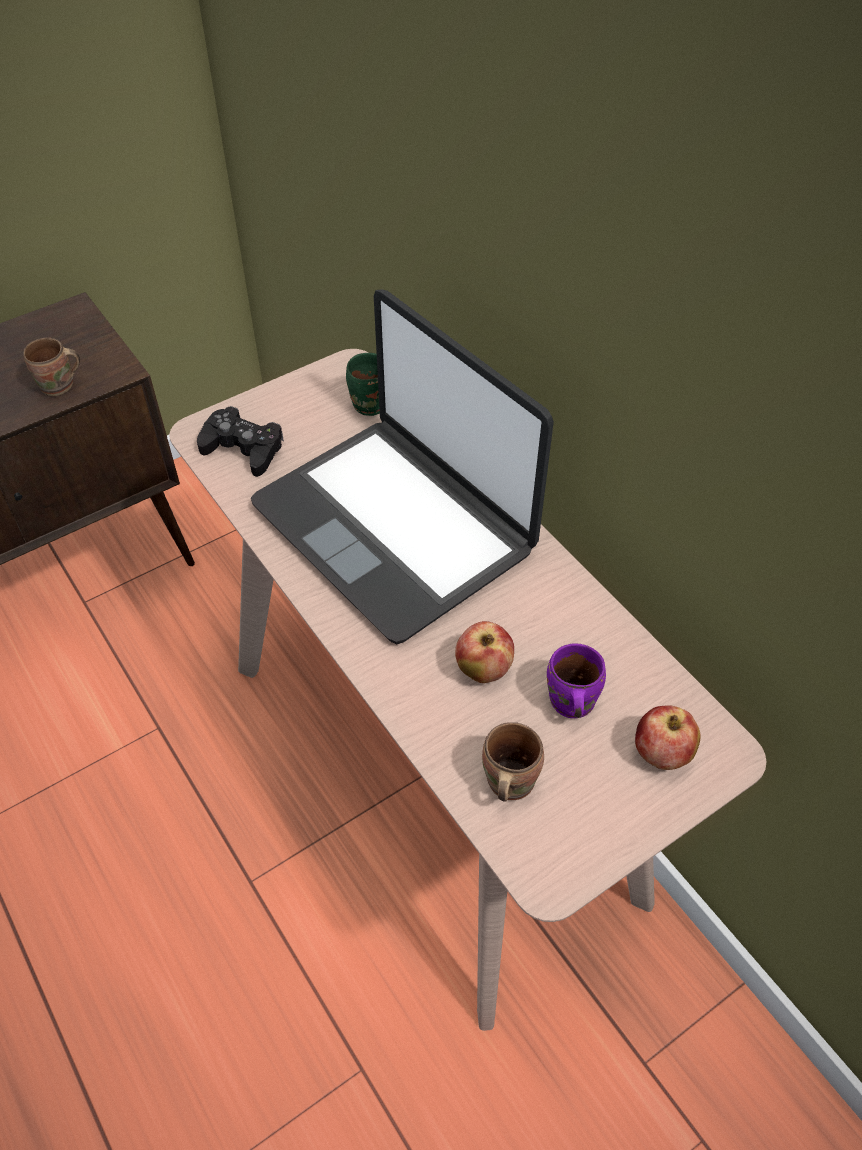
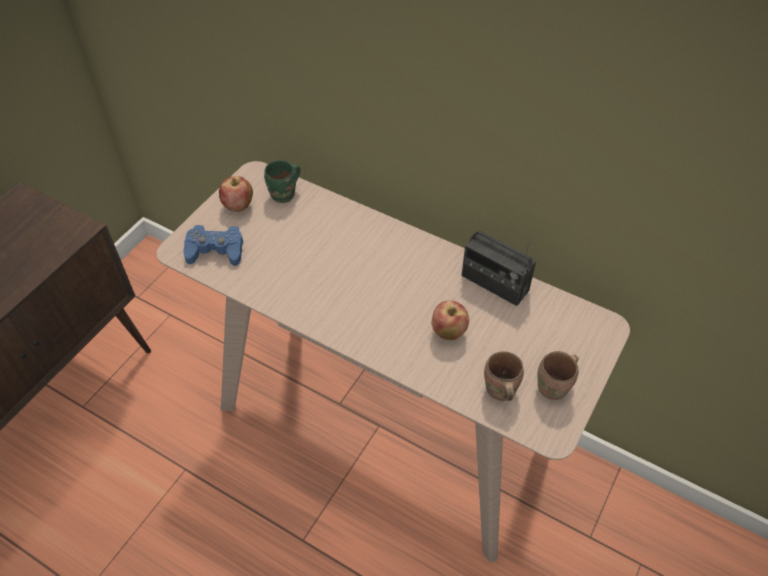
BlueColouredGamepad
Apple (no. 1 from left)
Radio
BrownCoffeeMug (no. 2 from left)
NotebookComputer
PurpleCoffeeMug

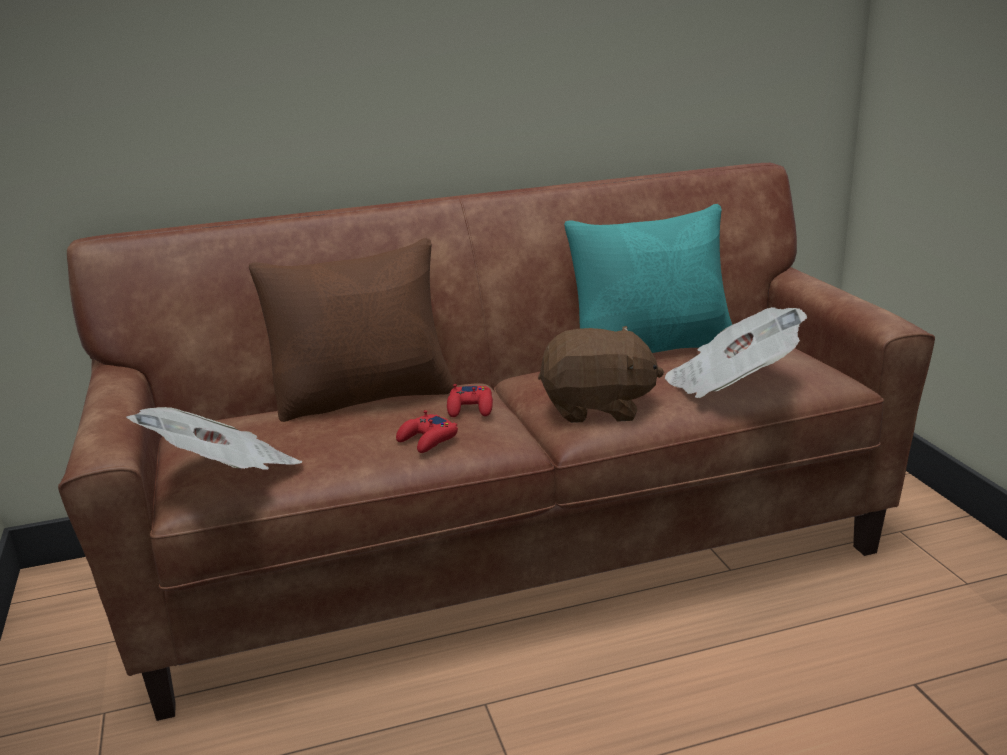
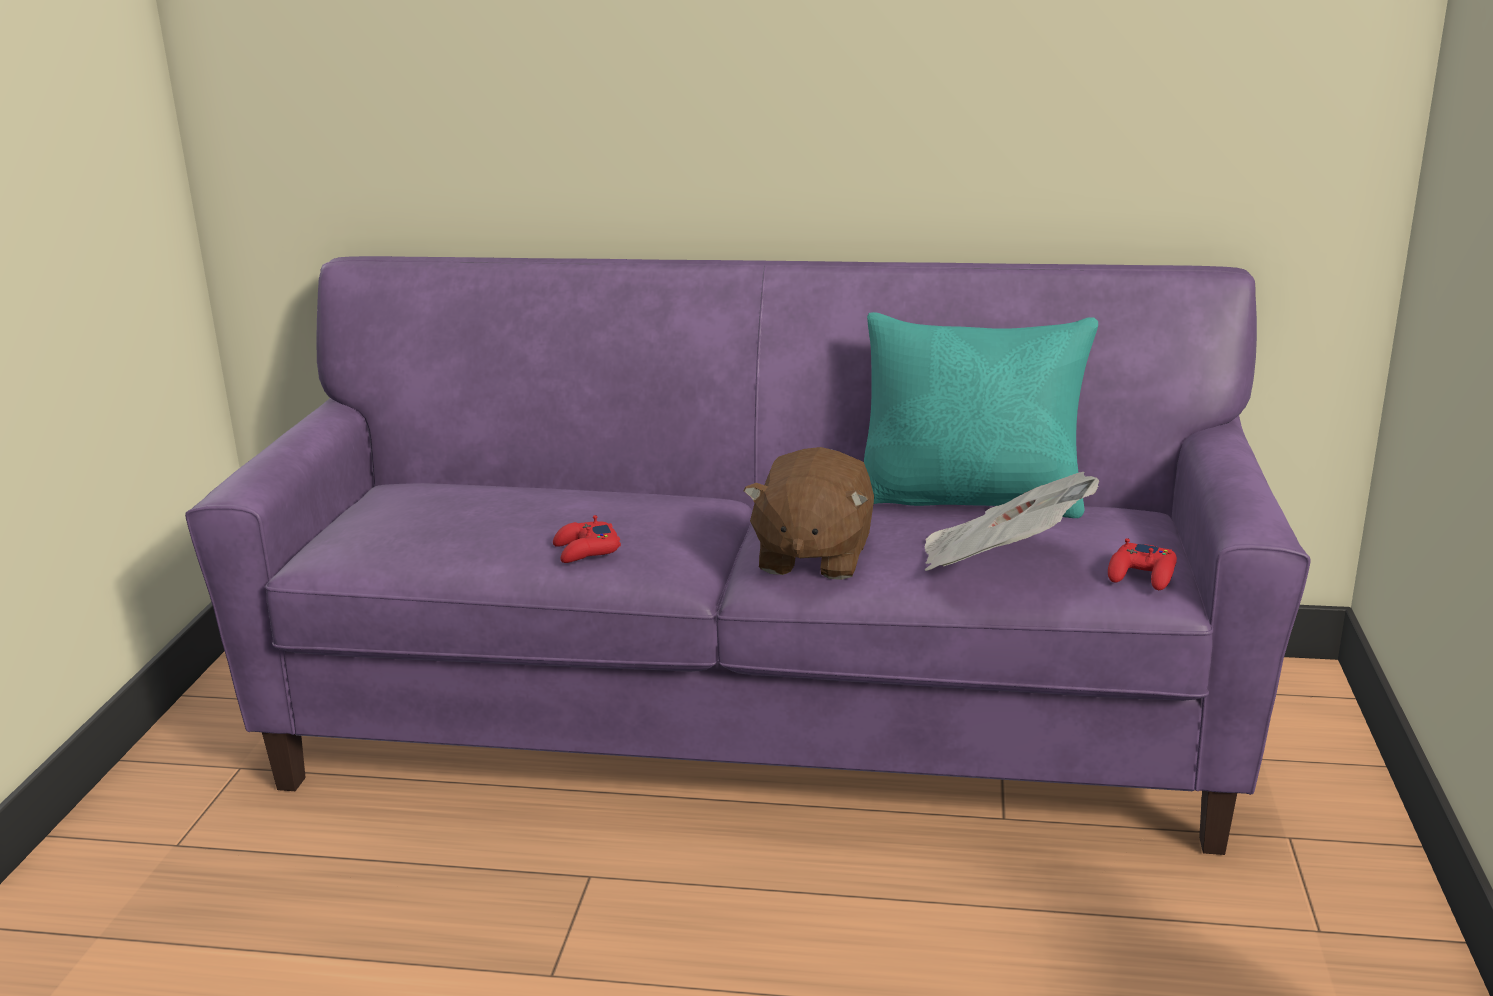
PurpleSofa
BrownCuddlyToy
RedGamepad (no. 2 from left)
DailyPaper (no. 1 from left in the first image)
BrownCushion

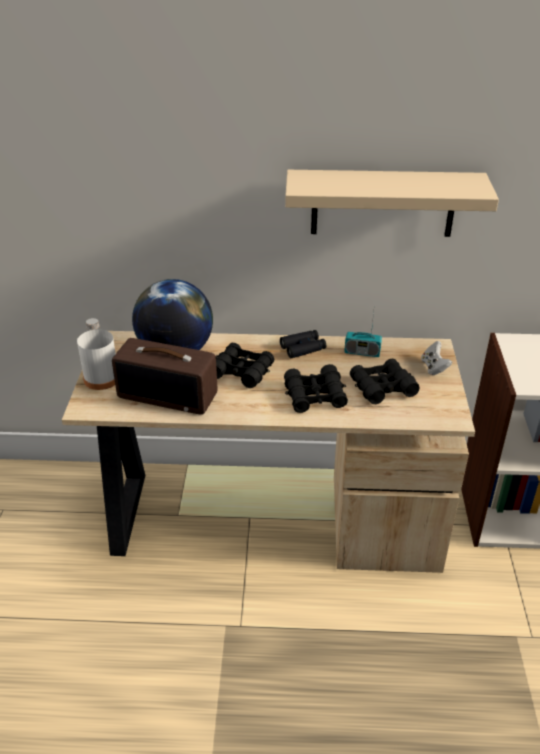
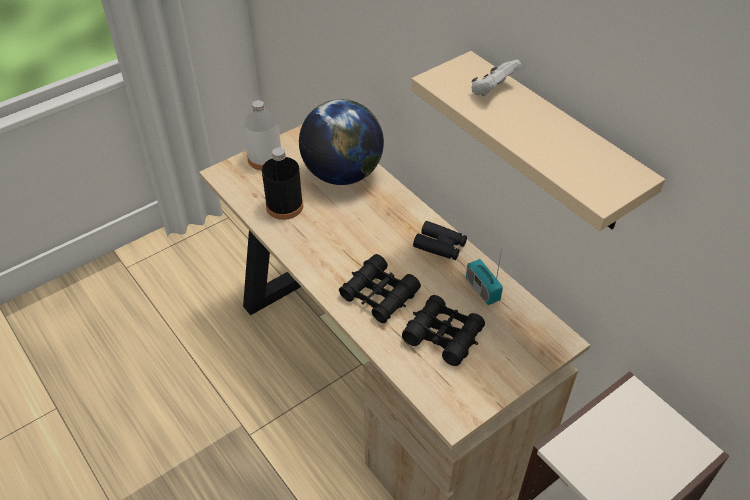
BlackishBottle
WhiteGamepad
BlackishPairOfBinoculars (no. 1 from left in the first image)

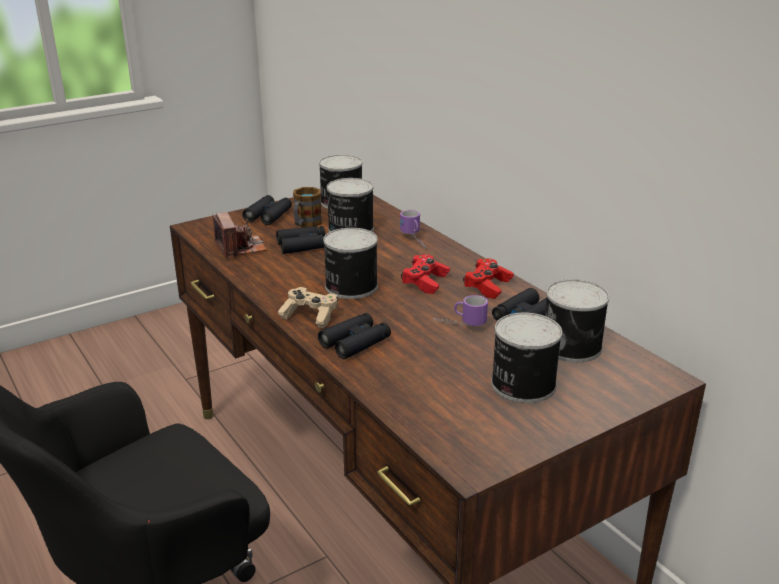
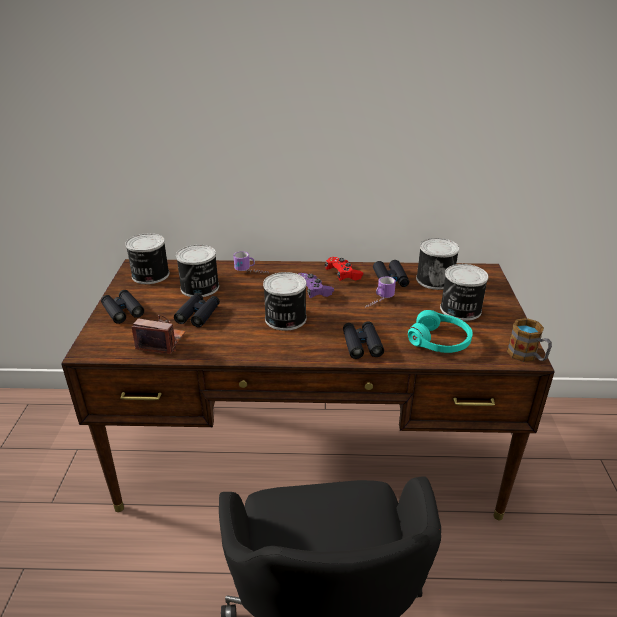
PurpleGamepad
TurquoiseHeadset
CoffeeMug (no. 3 from left)
BeigeColouredGamepad

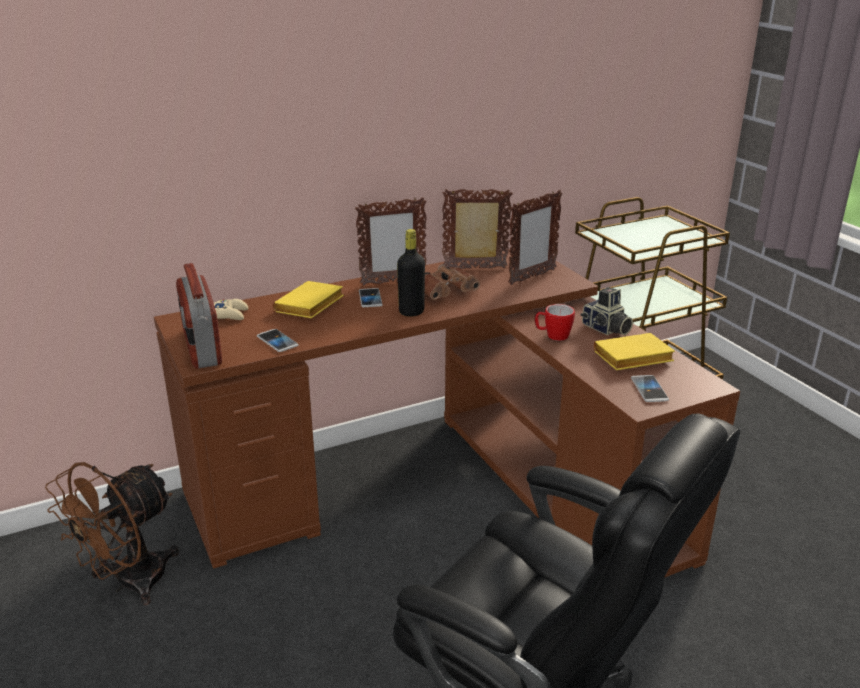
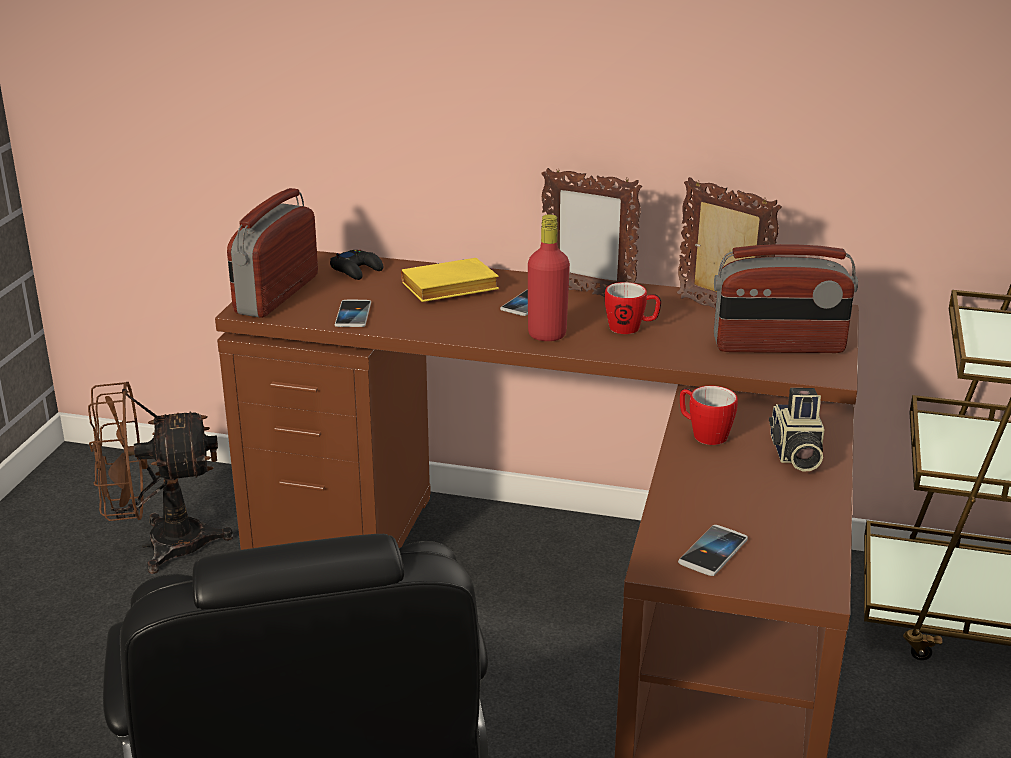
BlackishGamepad
RedBottle
CoffeeMug (no. 1 from left)
Radio (no. 2 from left)
YellowBook (no. 2 from left in the first image)

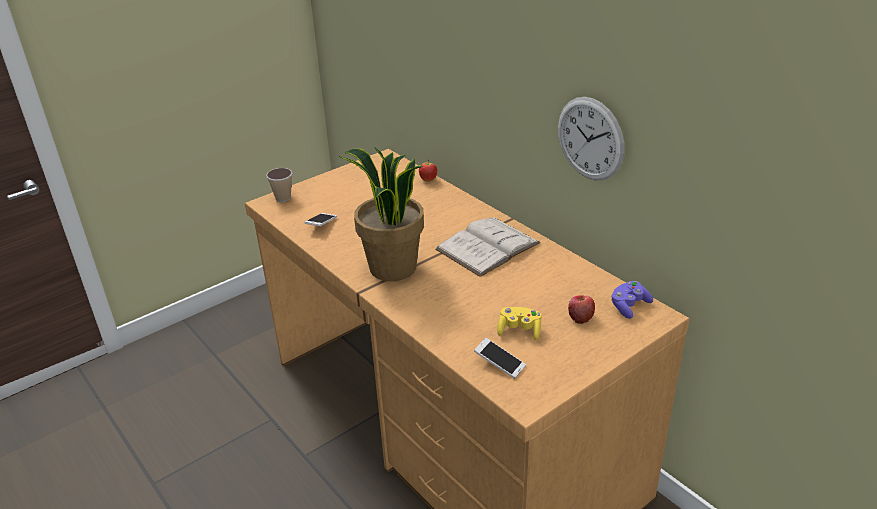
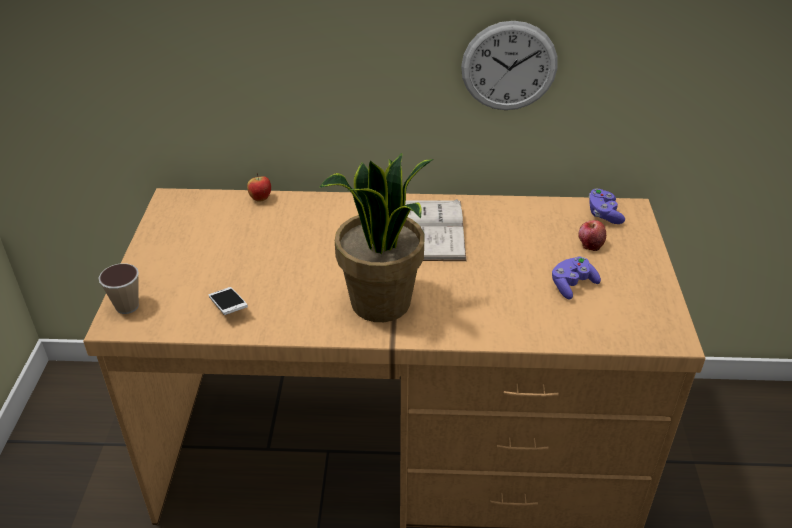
PurpleGamepad (no. 1 from left)
Handset (no. 2 from left in the first image)

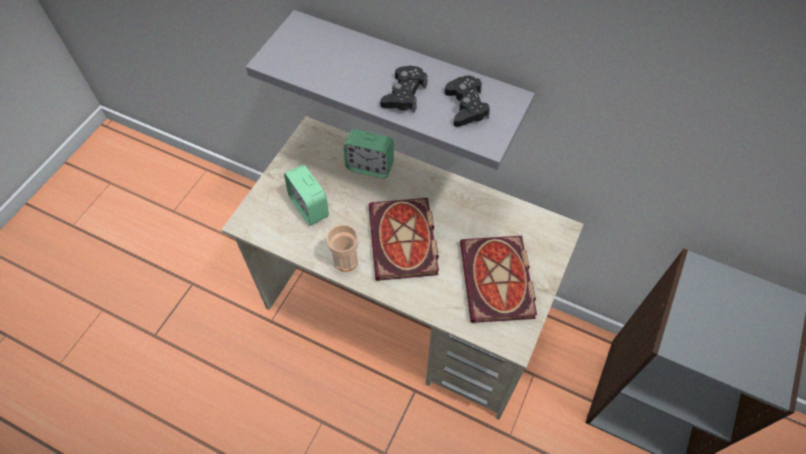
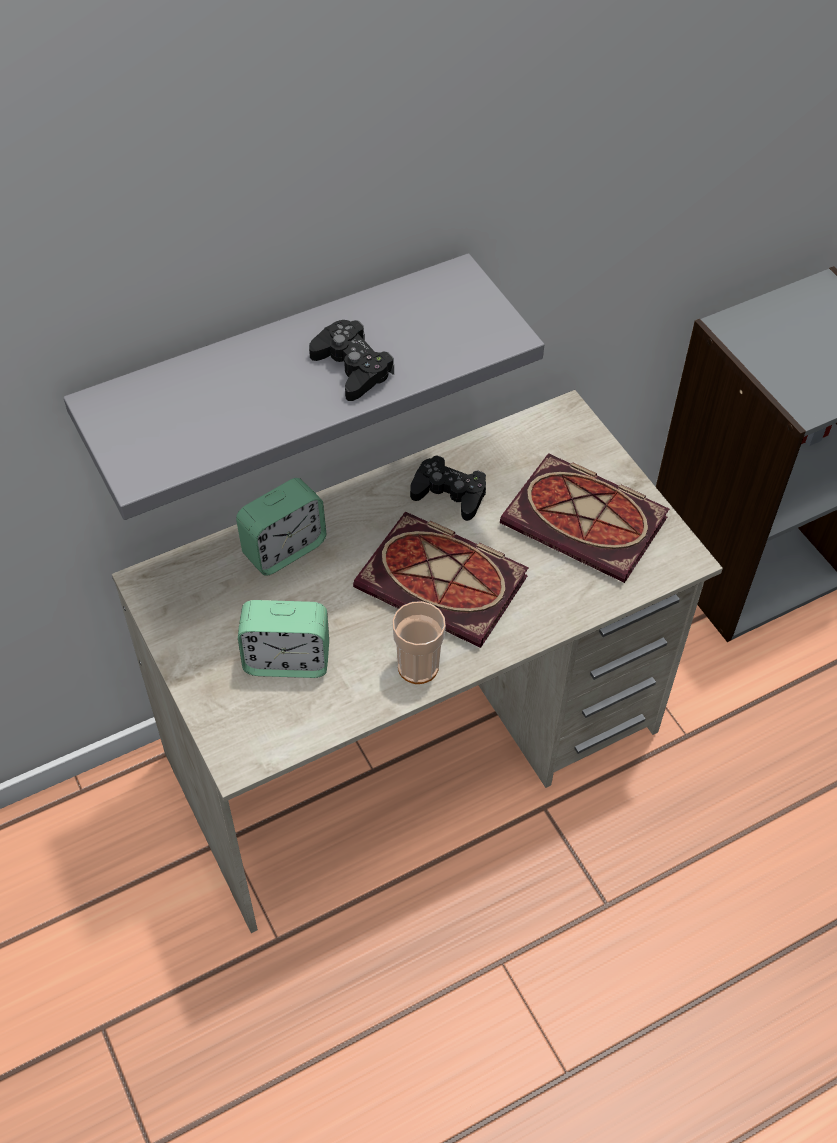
BlackishGamepad (no. 2 from left)

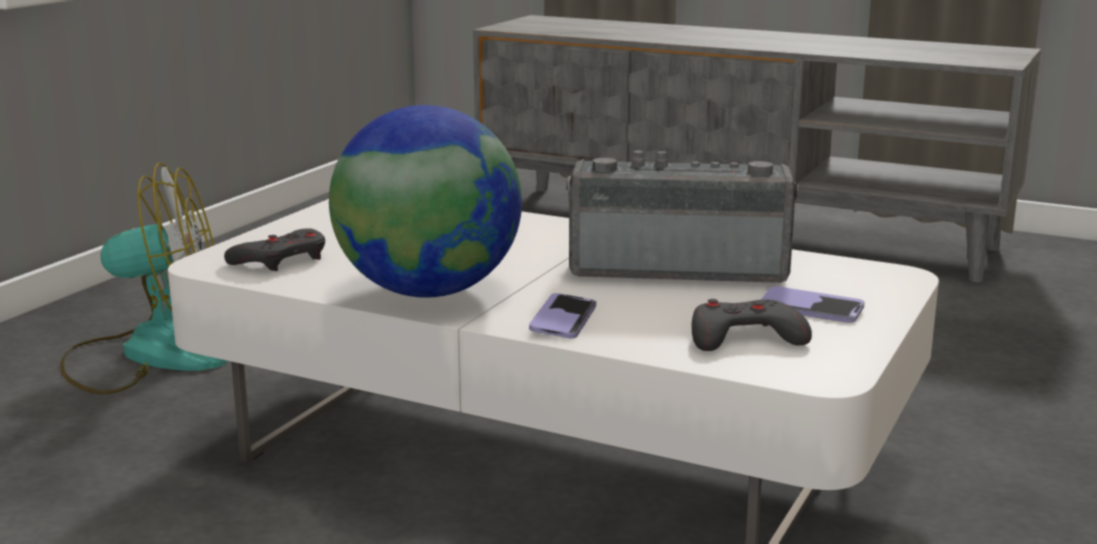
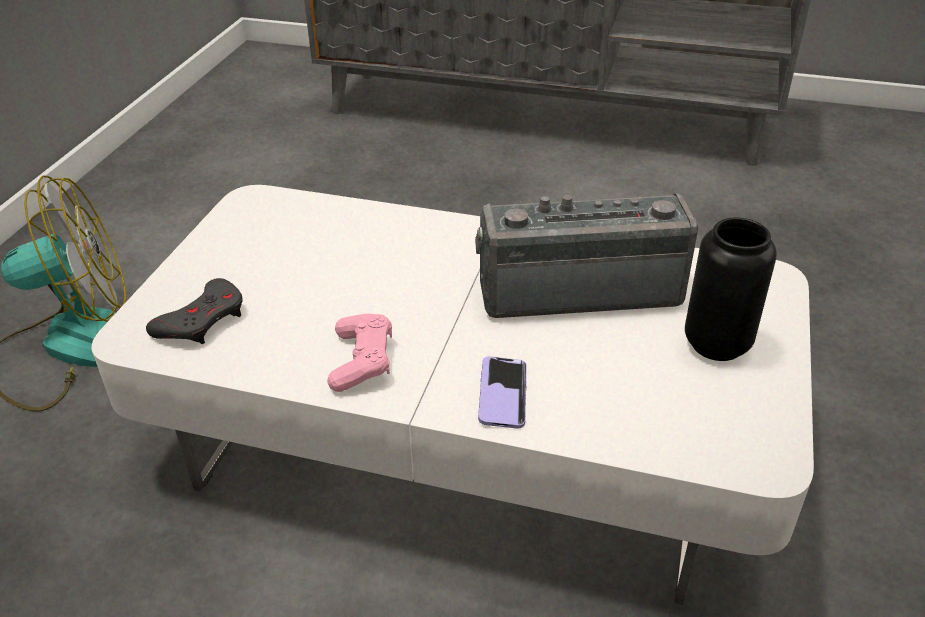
PinkColouredGamepad
BlackishFlowerVase
GreyishGamepad (no. 2 from left in the first image)

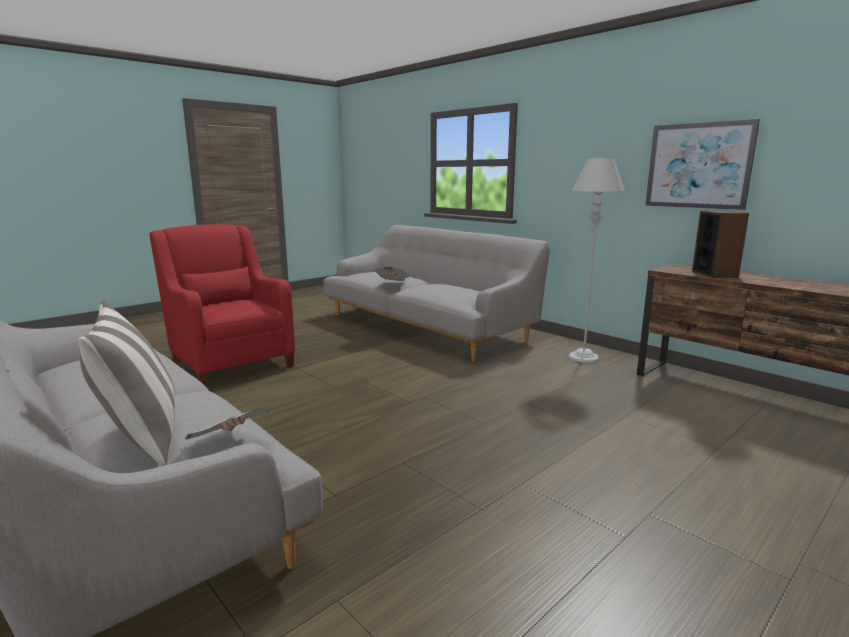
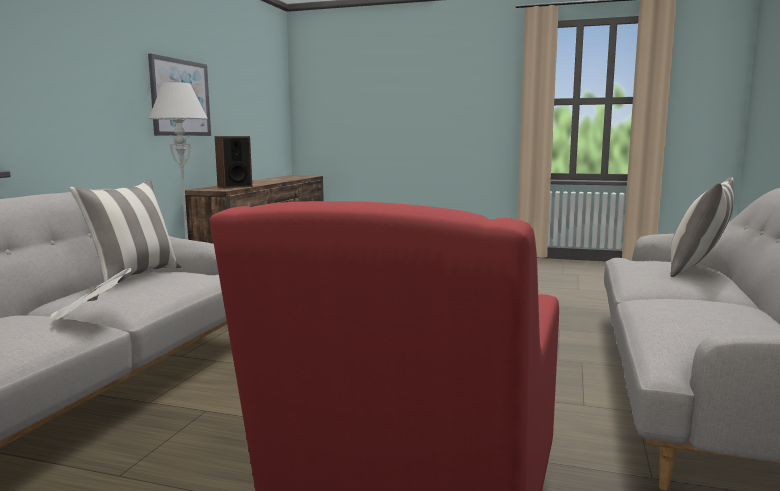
Cushion (no. 1 from left)
DailyPaper (no. 1 from left in the first image)

